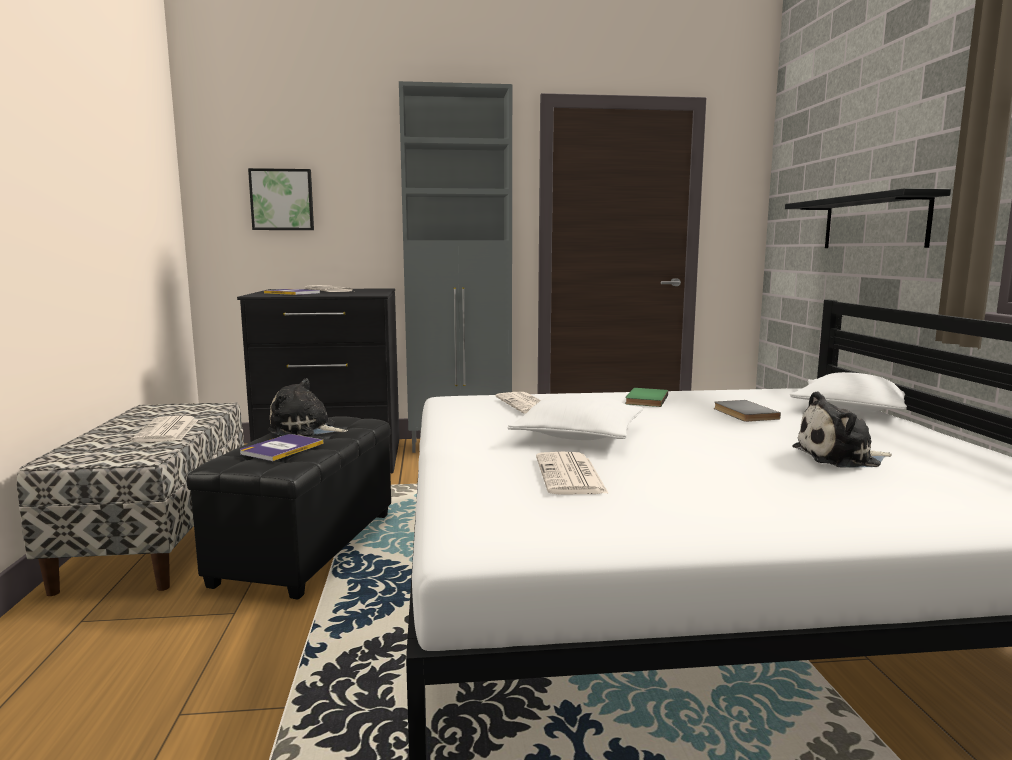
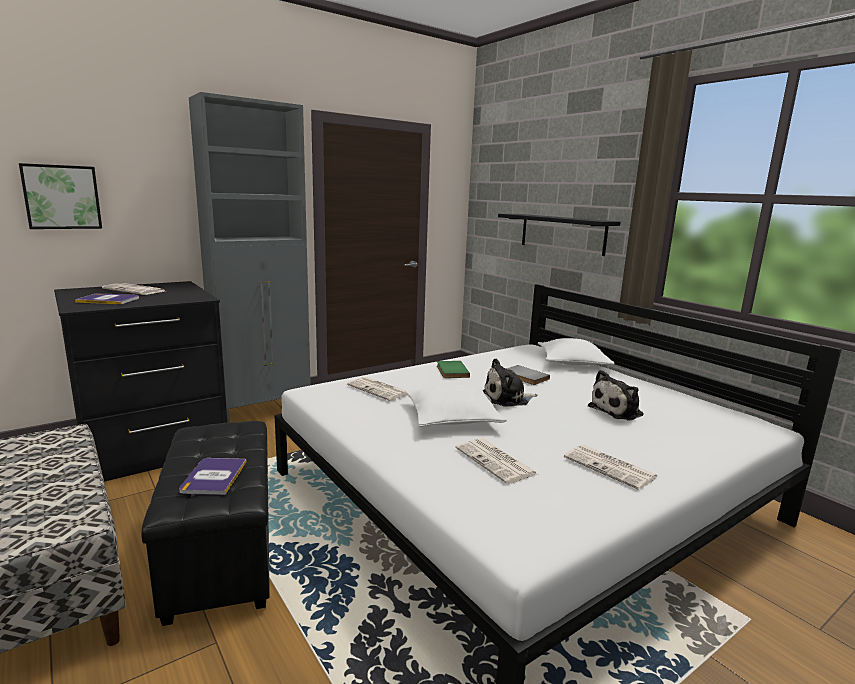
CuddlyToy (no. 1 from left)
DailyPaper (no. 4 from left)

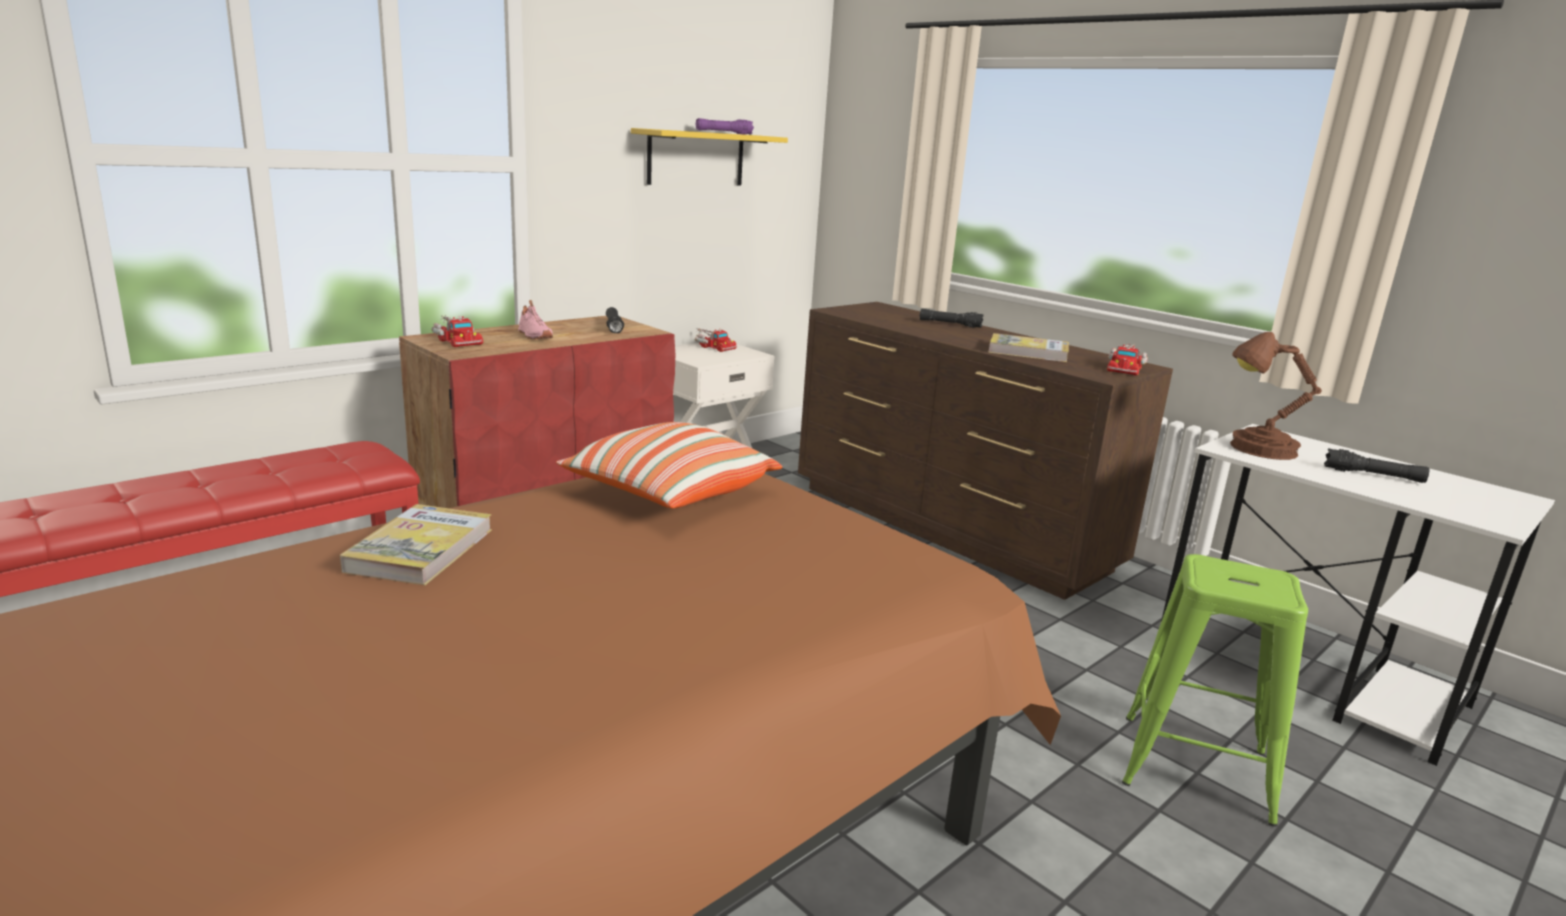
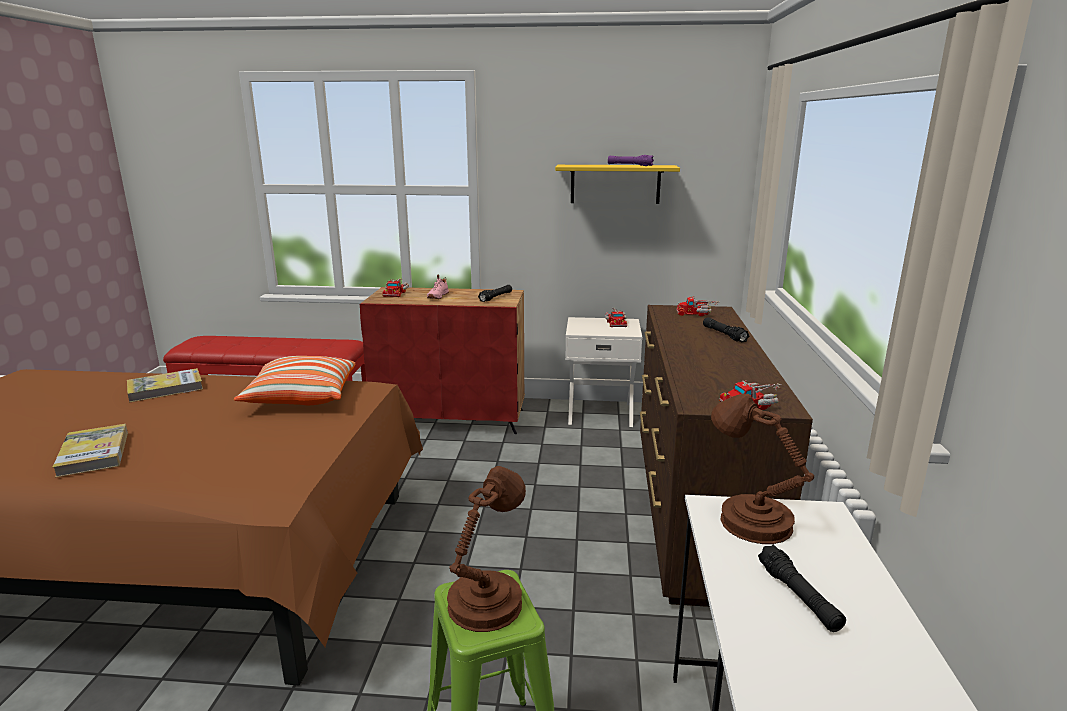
Book (no. 1 from left)
BrownLampForATable (no. 1 from left)
ToyLorry (no. 3 from left)

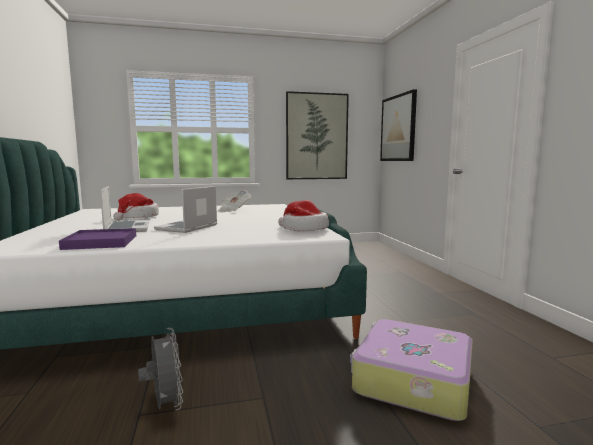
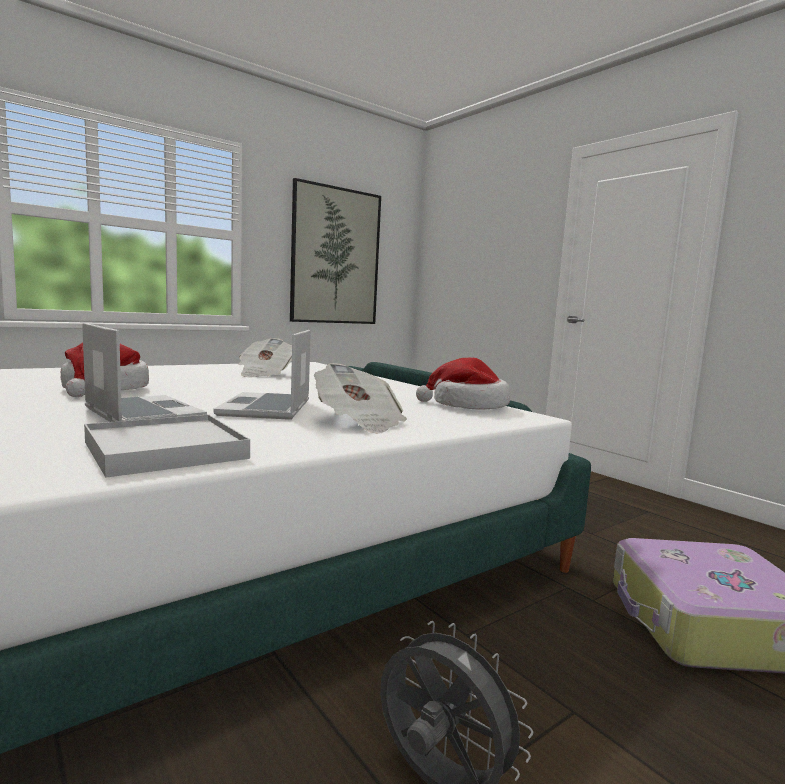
WhiteCarryingTray
DailyPaper (no. 2 from left)
Picture (no. 2 from left in the first image)

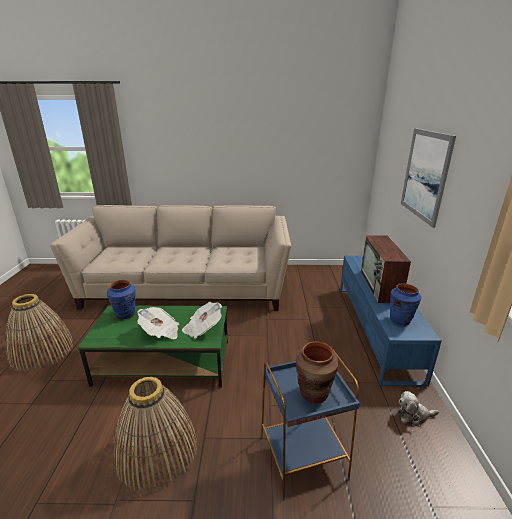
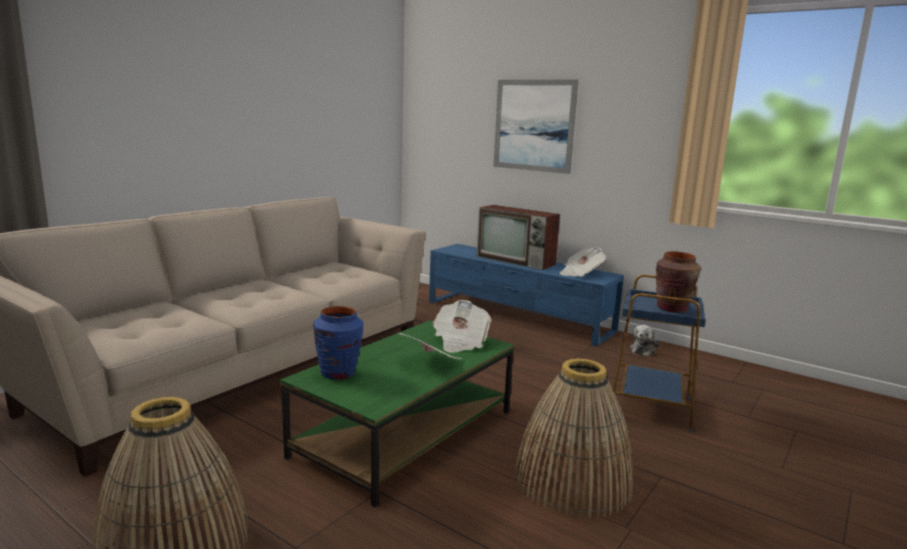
DailyPaper (no. 3 from left)

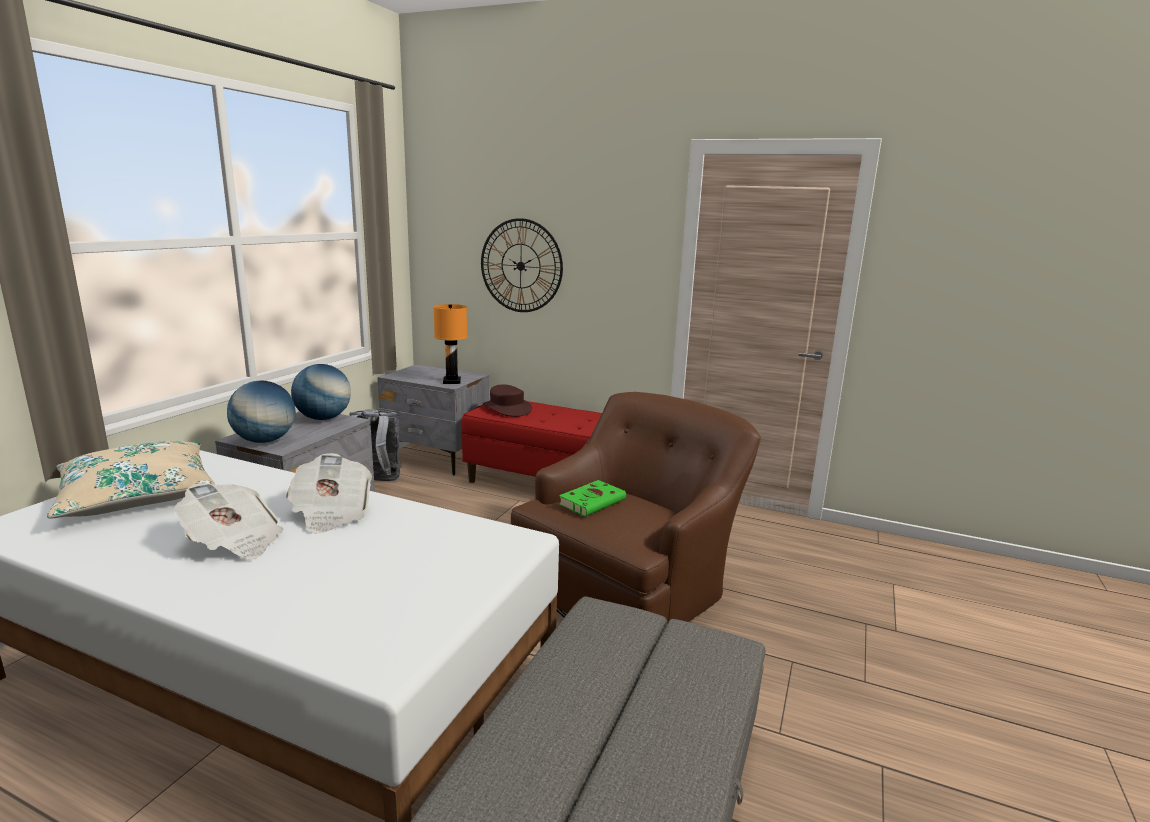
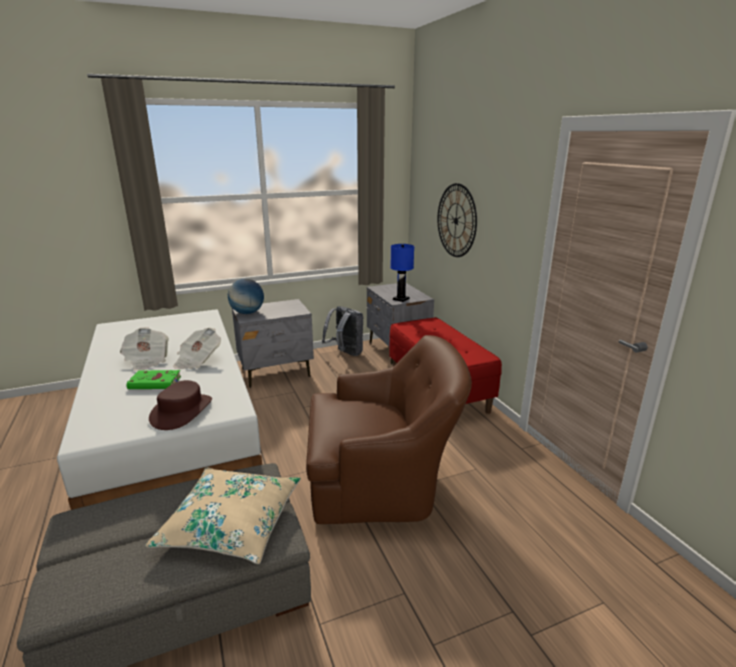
GreenishBook
BeigeColouredCushion
BrownHat
BlueColouredLampForATable
Globe (no. 2 from left in the first image)

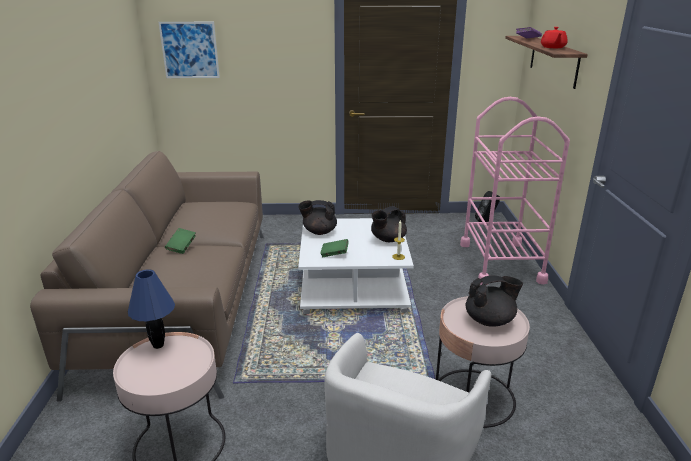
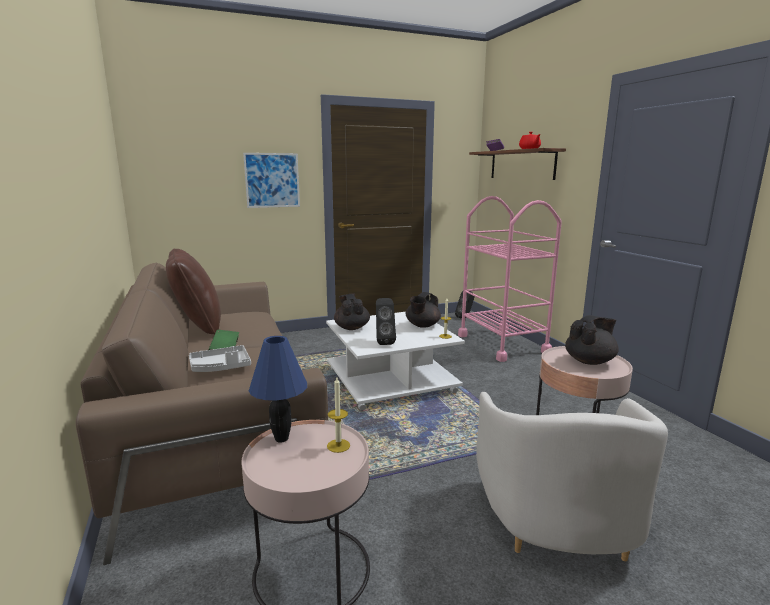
BrownCushion
GreyishCarryingTray
Picture
WaxCandle (no. 1 from left)
BlackishTeapot (no. 1 from left)
BlackishAudioSpeaker (no. 1 from left)

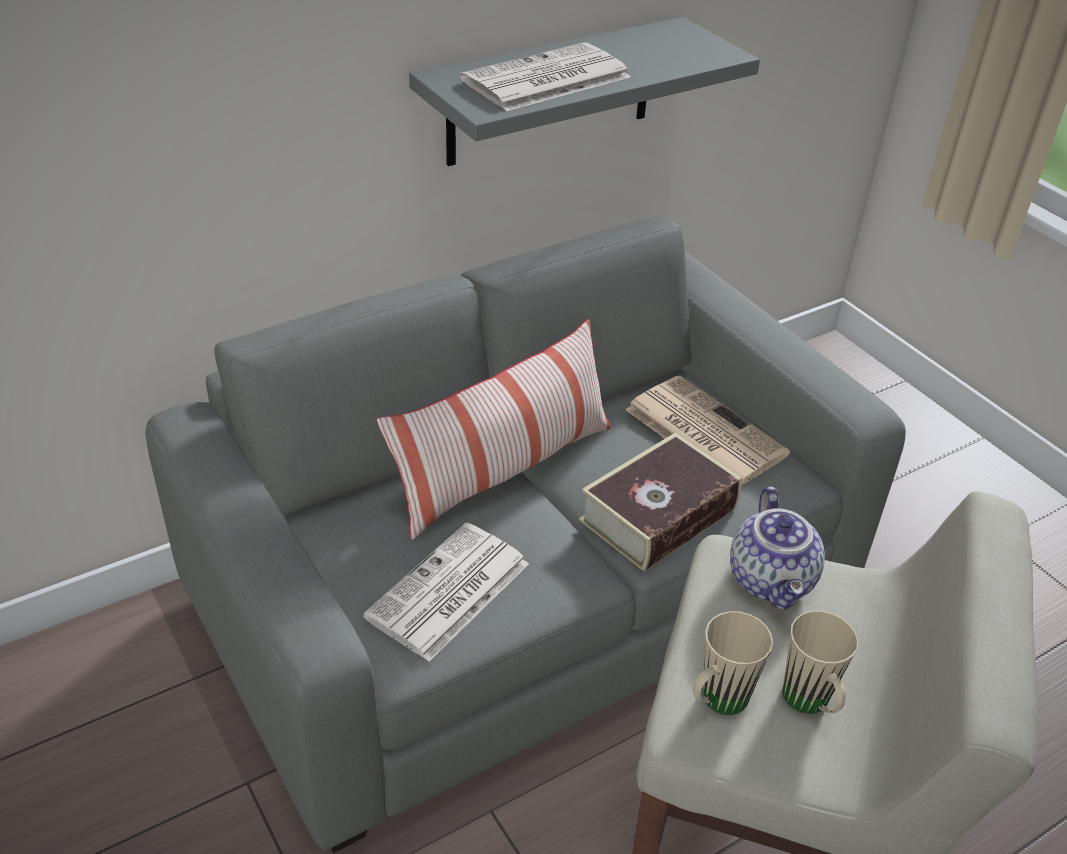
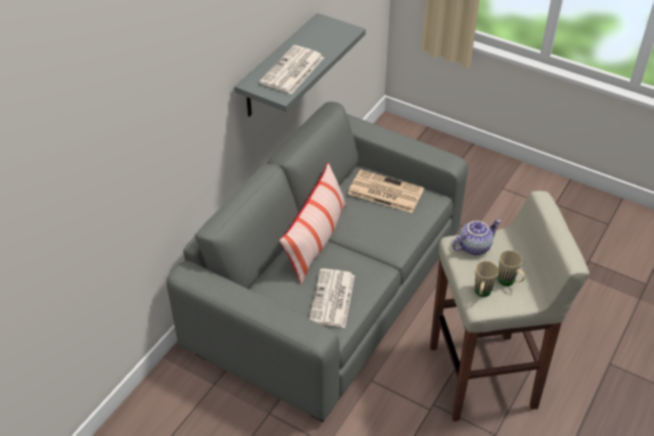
Teapot
Book

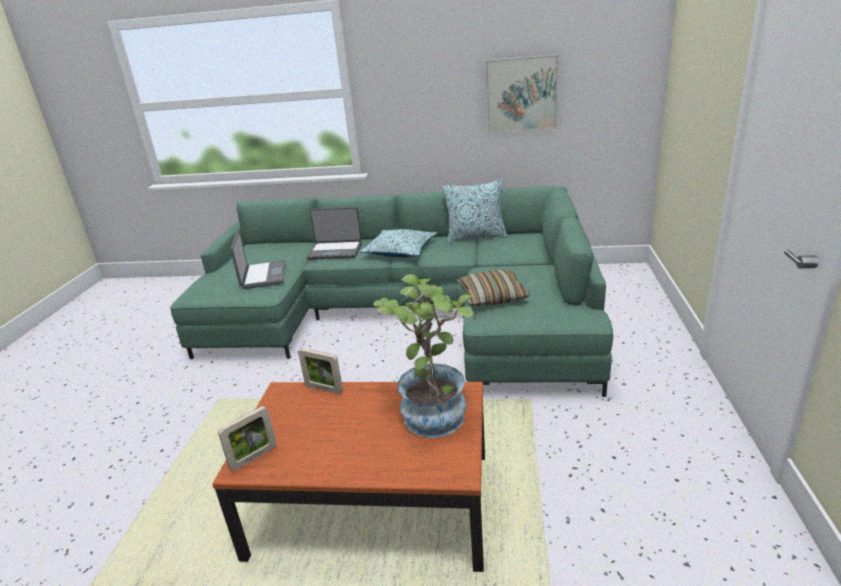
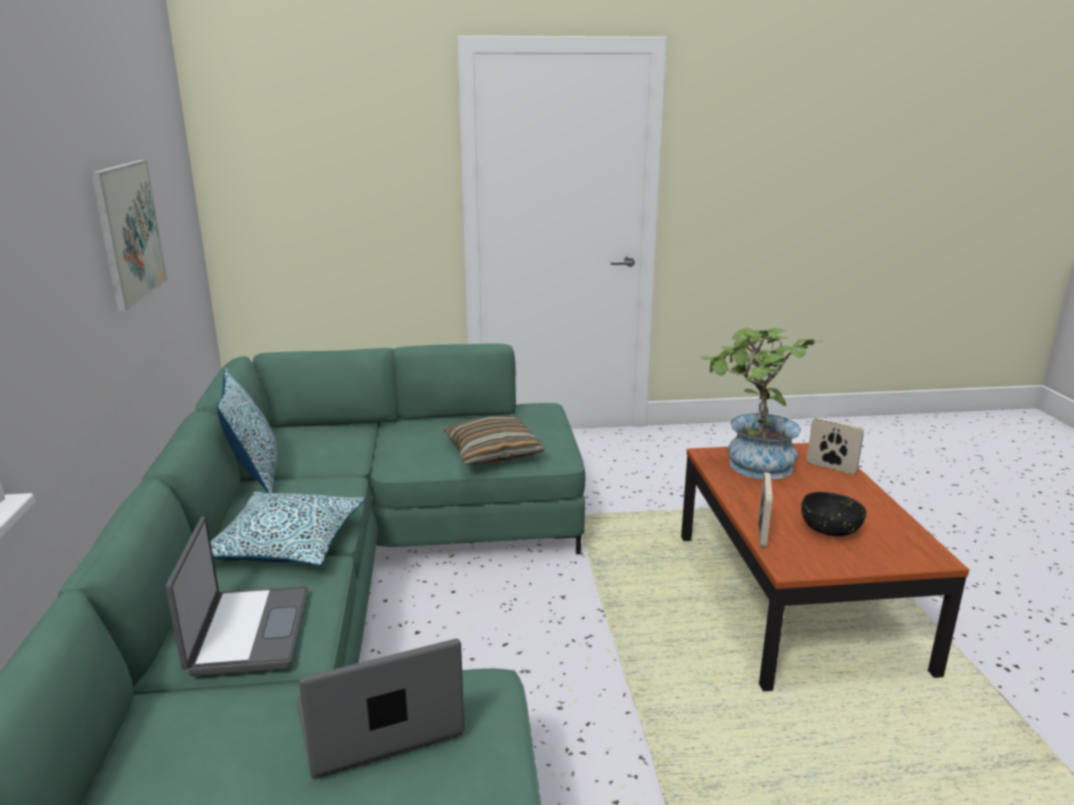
BlackishServingBowl
PictureFrame (no. 2 from left)

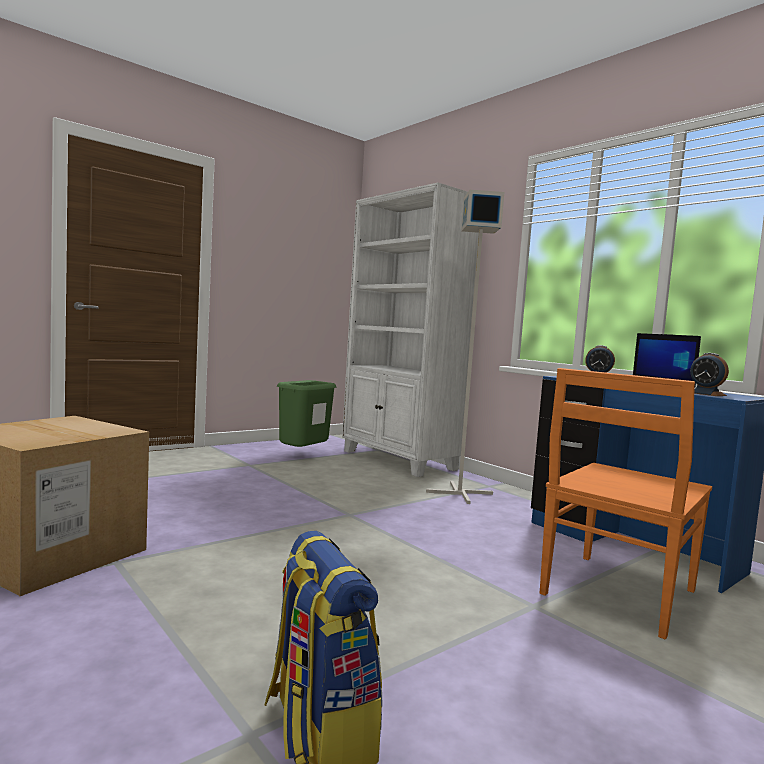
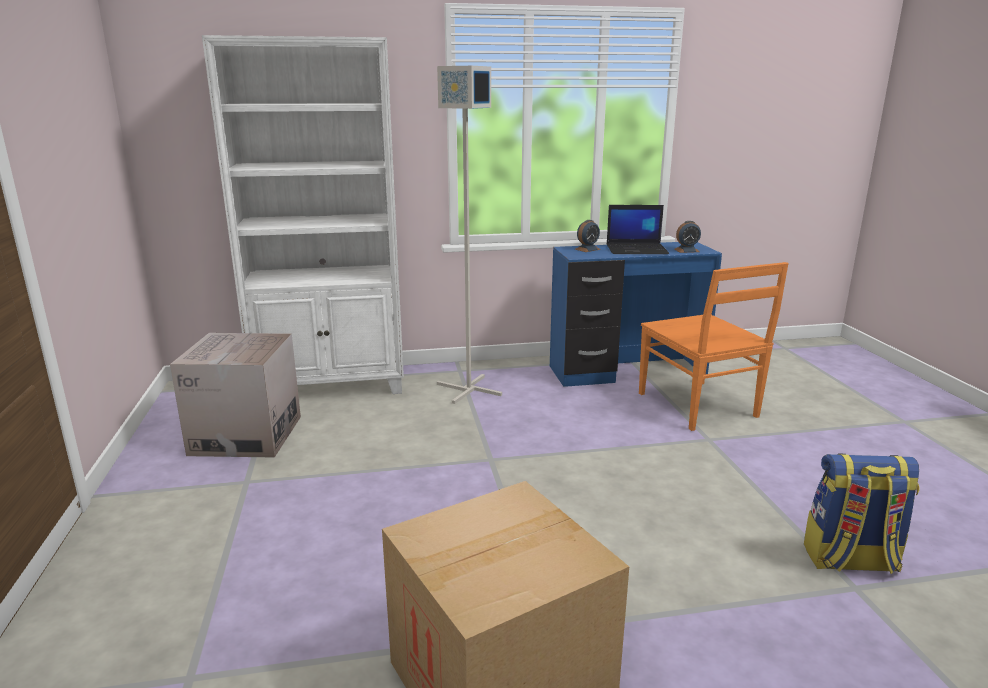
CardboardBox (no. 1 from left)

